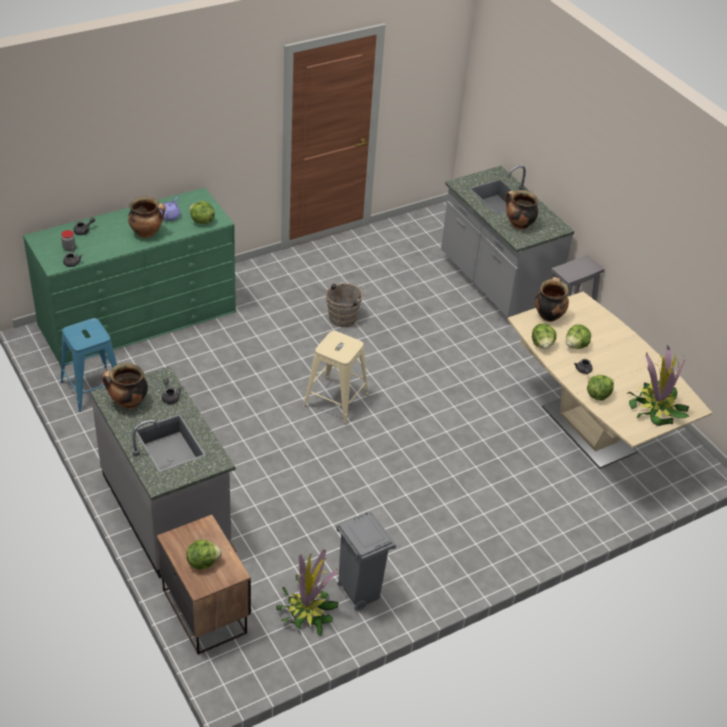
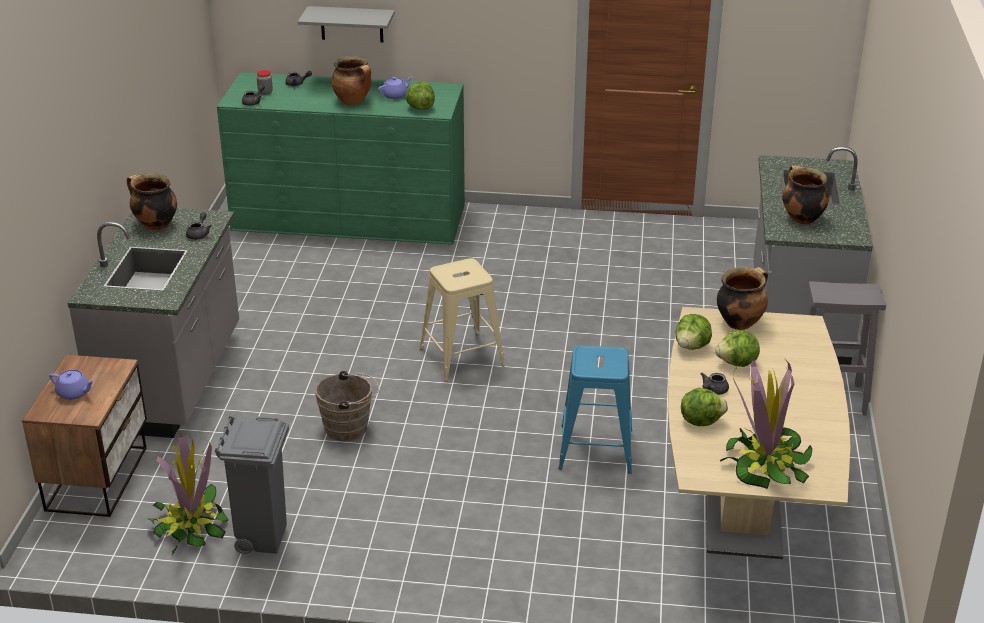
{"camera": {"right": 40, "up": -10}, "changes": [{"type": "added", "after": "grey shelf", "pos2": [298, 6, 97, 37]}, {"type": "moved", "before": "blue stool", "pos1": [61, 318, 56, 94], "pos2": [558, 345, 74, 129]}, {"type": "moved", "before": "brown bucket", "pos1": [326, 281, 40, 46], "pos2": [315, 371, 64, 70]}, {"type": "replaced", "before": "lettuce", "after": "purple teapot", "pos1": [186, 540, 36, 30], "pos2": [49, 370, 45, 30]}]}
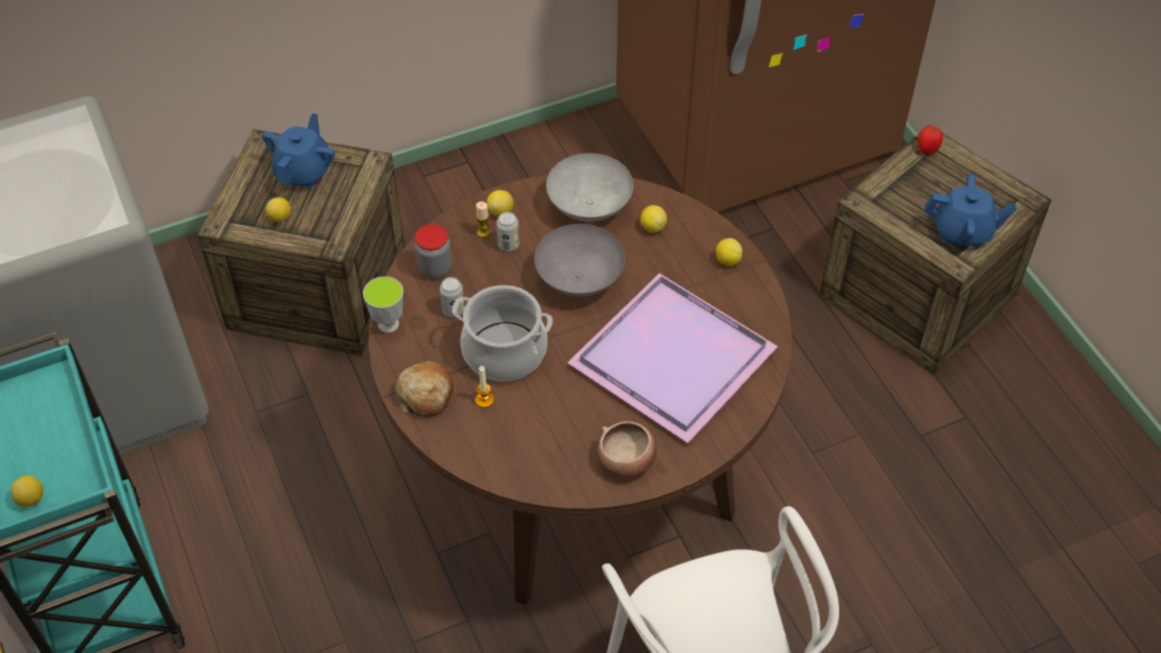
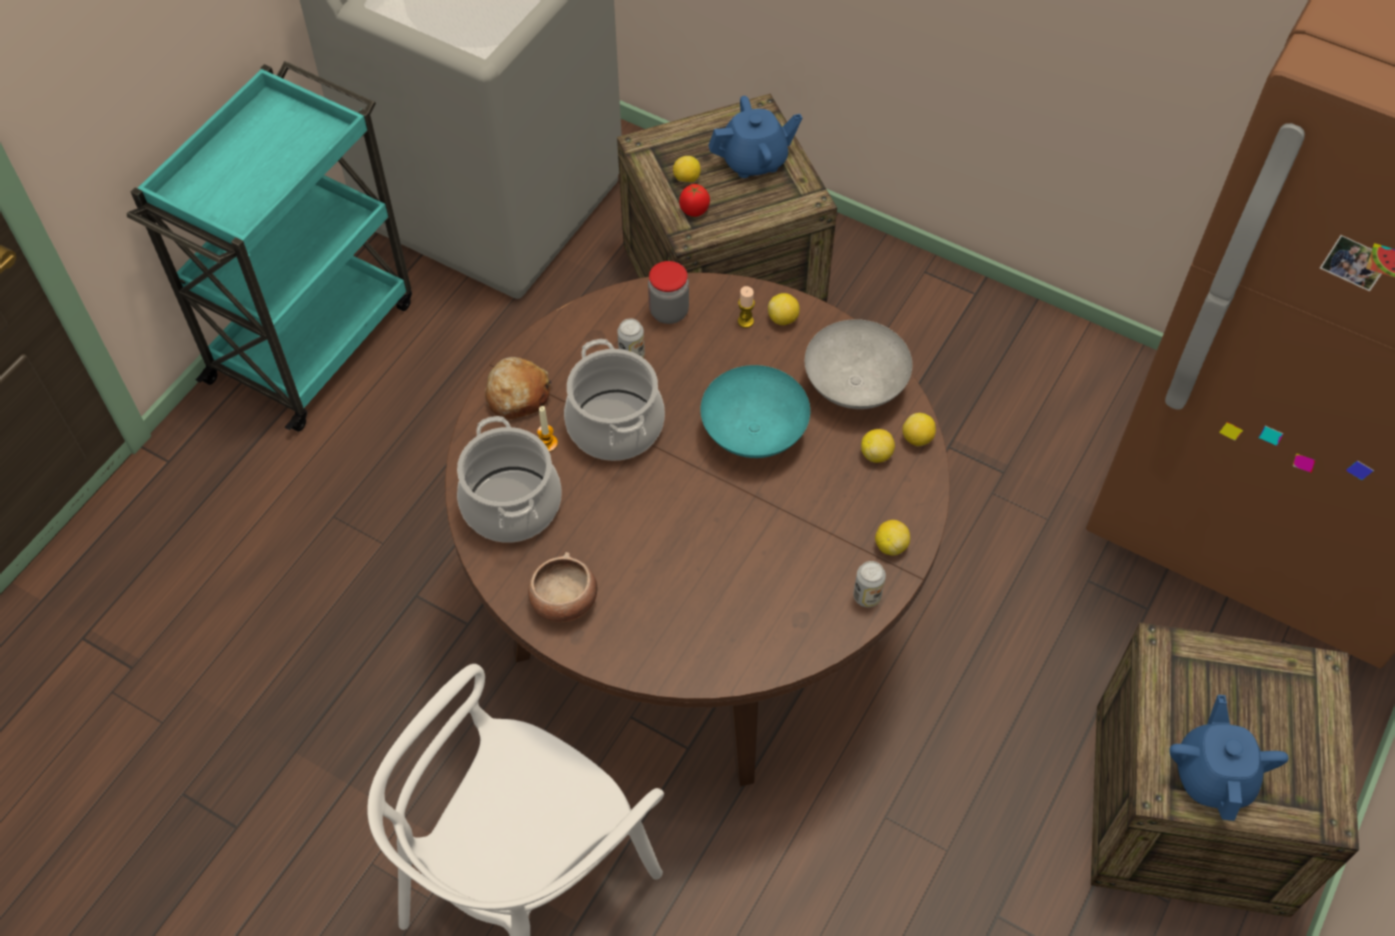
{"camera": {"right": 55, "up": 5}, "changes": [{"type": "removed", "before": "cup", "pos1": [363, 276, 40, 57]}, {"type": "removed", "before": "purple tray", "pos1": [567, 273, 211, 170]}, {"type": "added", "after": "cooking pot", "pos2": [457, 416, 105, 127]}, {"type": "moved", "before": "lemon", "pos1": [11, 475, 32, 32], "pos2": [902, 413, 34, 33]}, {"type": "moved", "before": "can", "pos1": [496, 212, 23, 40], "pos2": [853, 561, 33, 46]}, {"type": "moved", "before": "tomato", "pos1": [918, 126, 25, 28], "pos2": [679, 184, 31, 33]}, {"type": "recoloured", "before": "grey bowl", "after": "turquoise bowl", "pos1": [534, 224, 91, 73], "pos2": [701, 365, 109, 93]}, {"type": "turned", "before": "blue teapot", "pos1": [924, 173, 93, 74], "pos2": [1169, 695, 120, 126], "turn": -150}]}
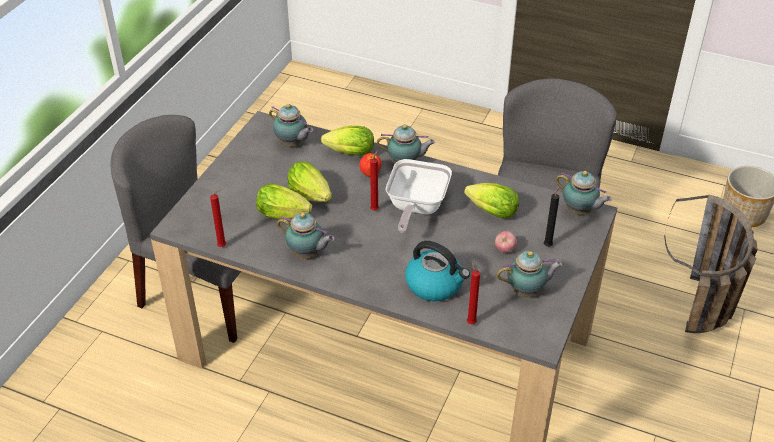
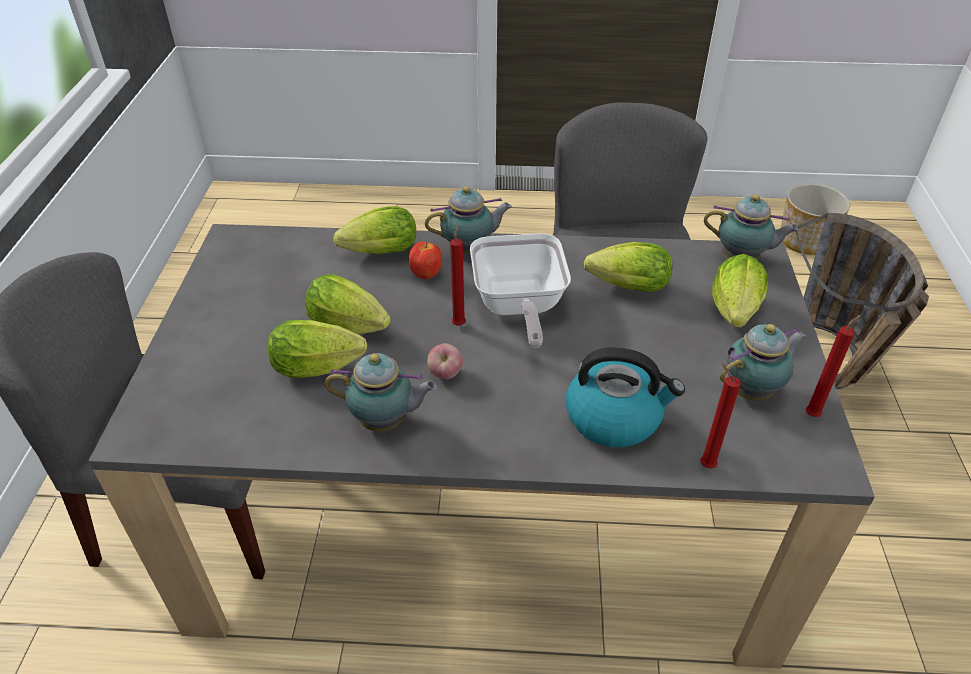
{"camera": {"right": -20, "up": 0}, "changes": [{"type": "removed", "before": "teapot", "pos1": [269, 104, 44, 42]}, {"type": "moved", "before": "red candle", "pos1": [210, 189, 16, 58], "pos2": [806, 315, 55, 102]}, {"type": "moved", "before": "apple", "pos1": [495, 231, 22, 22], "pos2": [427, 343, 36, 36]}, {"type": "replaced", "before": "black candle", "after": "lettuce", "pos1": [544, 186, 16, 61], "pos2": [712, 254, 56, 74]}]}
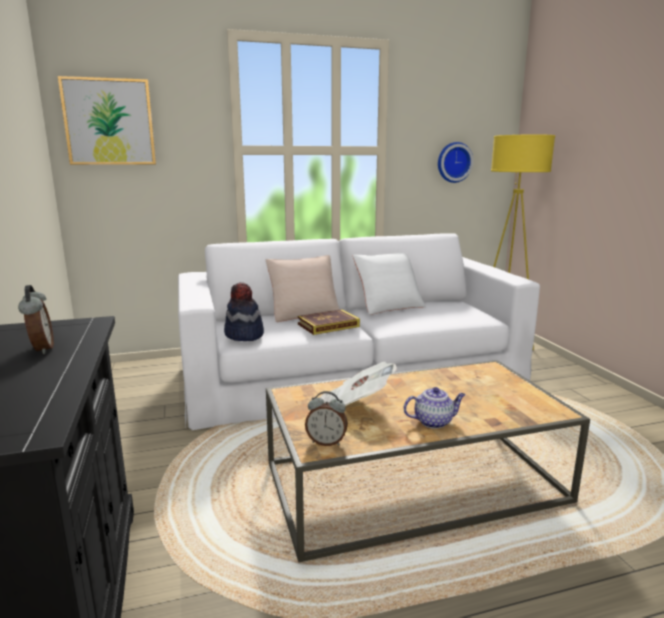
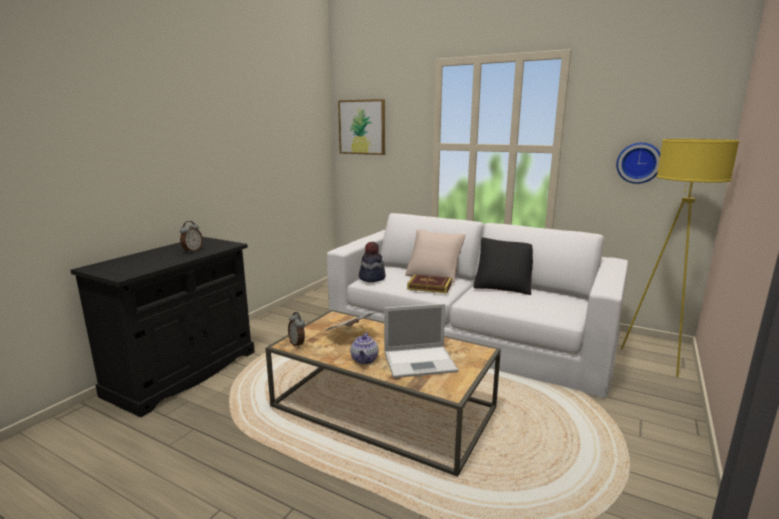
{"camera": {"right": 45, "up": 0}, "changes": [{"type": "added", "after": "laptop", "pos2": [384, 304, 74, 74]}, {"type": "recoloured", "before": "white pillow", "after": "black pillow", "pos1": [353, 253, 73, 62], "pos2": [473, 237, 60, 58]}, {"type": "turned", "before": "teapot", "pos1": [403, 387, 62, 42], "pos2": [350, 332, 29, 32], "turn": 60}]}
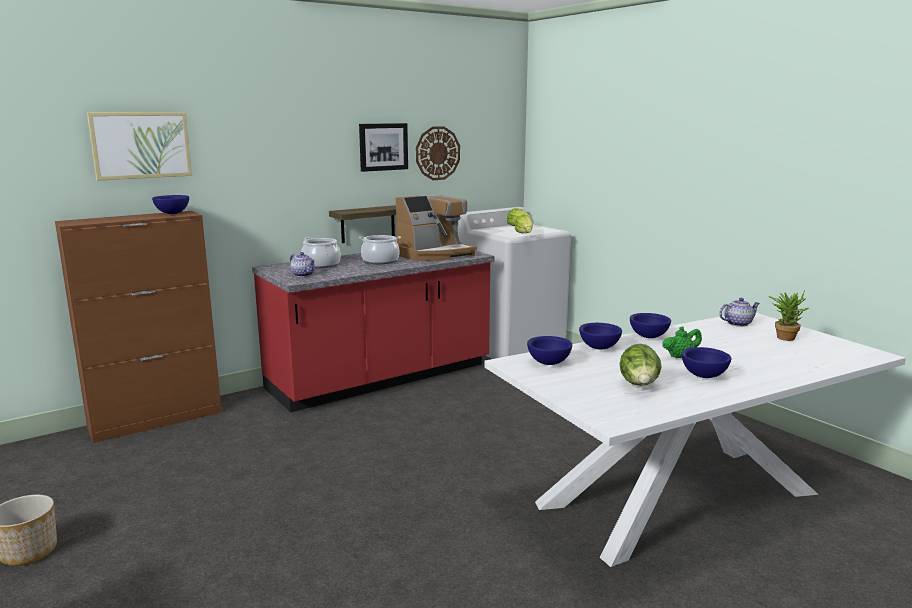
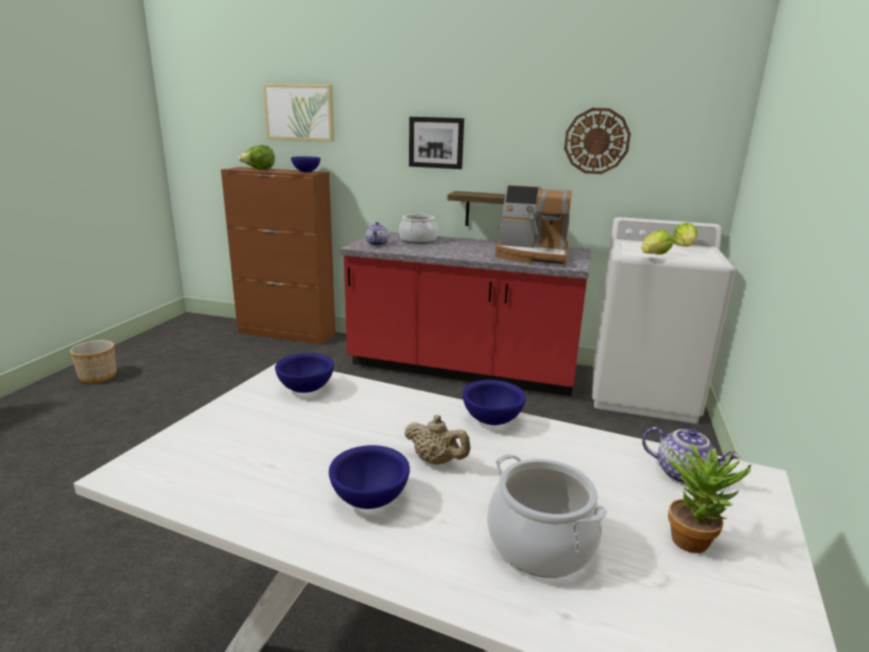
{"camera": {"right": 50, "up": 5}, "changes": [{"type": "removed", "before": "blue bowl", "pos1": [579, 323, 43, 27]}, {"type": "moved", "before": "picture", "pos1": [359, 123, 49, 49], "pos2": [409, 117, 55, 52]}, {"type": "moved", "before": "cooking pot", "pos1": [359, 235, 42, 29], "pos2": [487, 454, 120, 124]}, {"type": "moved", "before": "lettuce", "pos1": [620, 343, 42, 43], "pos2": [238, 145, 37, 25]}, {"type": "recoloured", "before": "green teapot", "after": "beige teapot", "pos1": [662, 327, 40, 31], "pos2": [404, 415, 66, 50]}]}
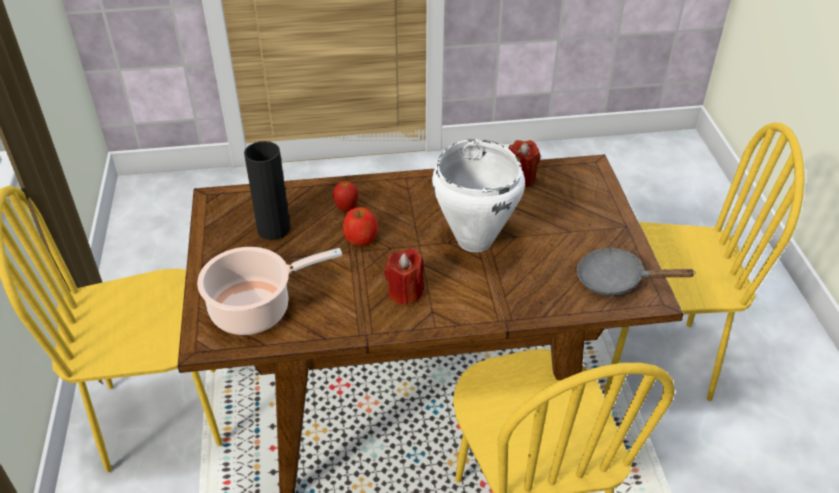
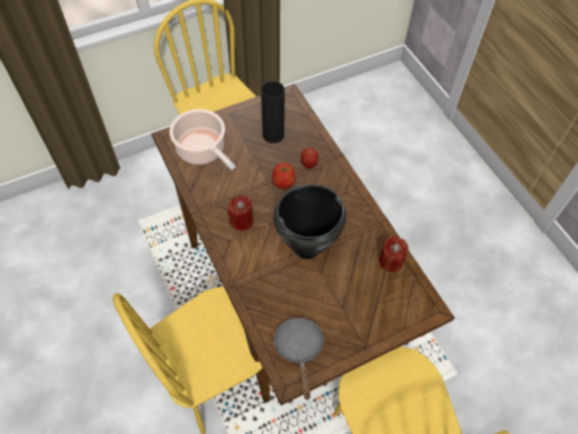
{"camera": {"right": 70, "up": 15}, "changes": [{"type": "recoloured", "before": "white cooking pot", "after": "black cooking pot", "pos1": [432, 139, 93, 113], "pos2": [274, 184, 72, 75]}]}
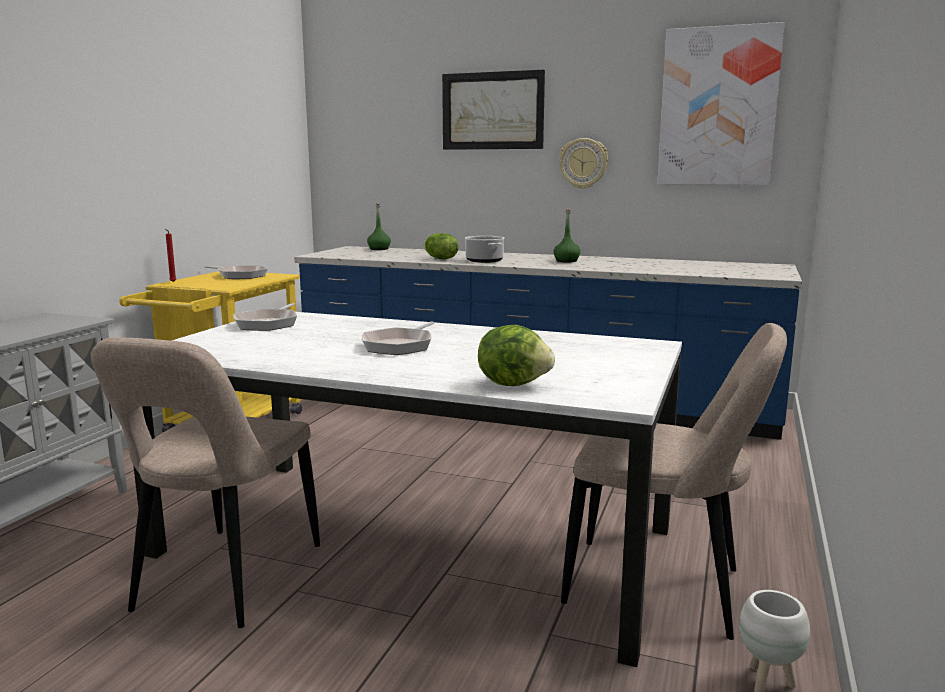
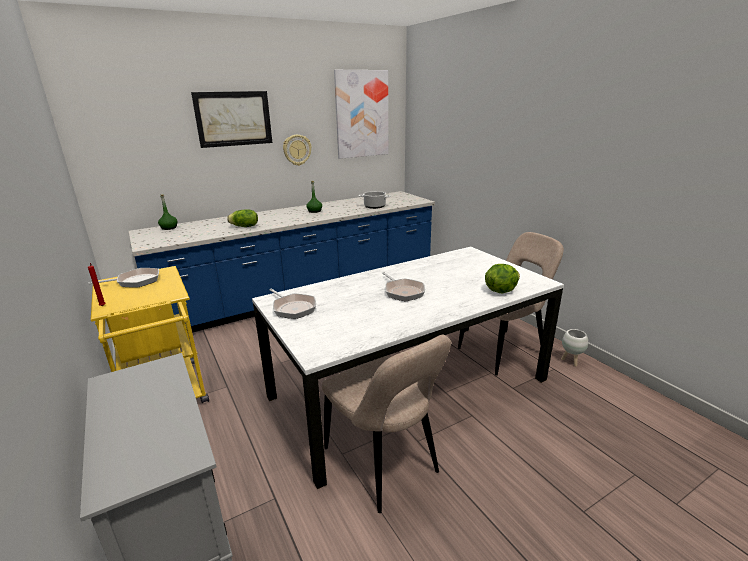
{"camera": {"right": -50, "up": 10}, "changes": [{"type": "moved", "before": "cooking pot", "pos1": [465, 236, 40, 27], "pos2": [359, 191, 32, 18]}]}
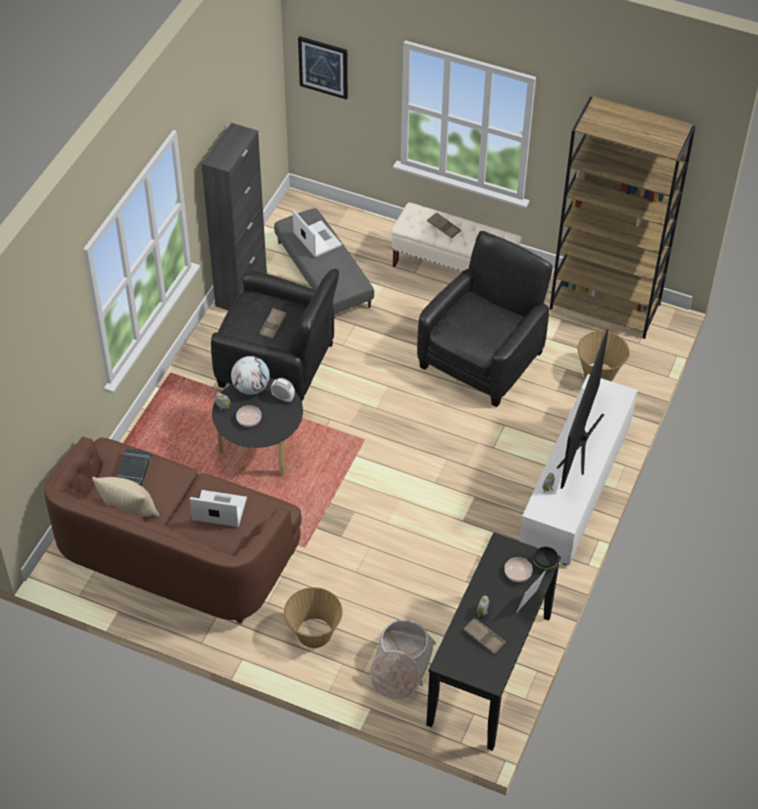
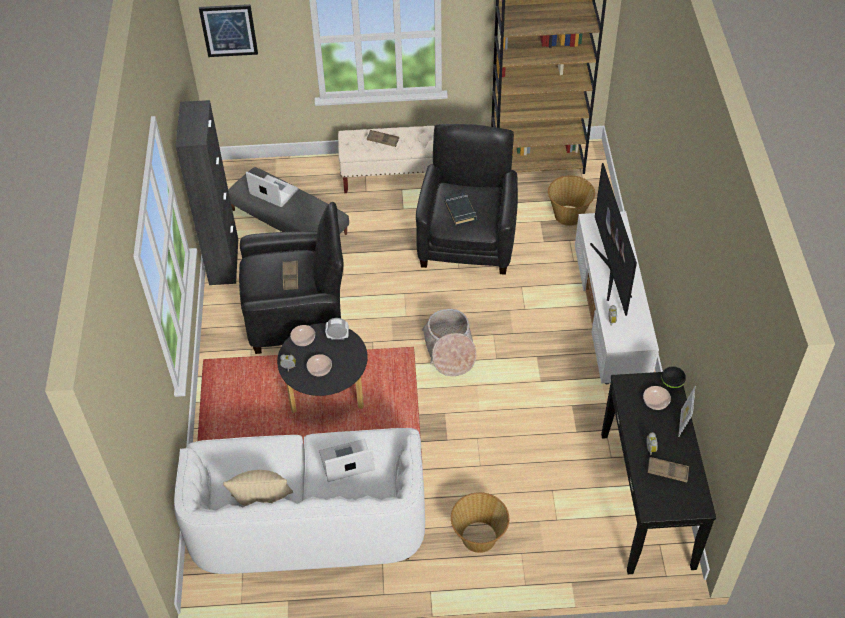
{"camera": {"right": -25, "up": 0}, "changes": [{"type": "moved", "before": "black book", "pos1": [117, 449, 34, 37], "pos2": [444, 192, 33, 34]}, {"type": "moved", "before": "basket", "pos1": [370, 620, 66, 79], "pos2": [422, 309, 54, 67]}, {"type": "replaced", "before": "globe", "after": "bowl", "pos1": [231, 356, 39, 39], "pos2": [290, 325, 25, 21]}, {"type": "recoloured", "before": "brown sofa", "after": "white sofa", "pos1": [44, 437, 258, 187], "pos2": [174, 428, 251, 146]}]}
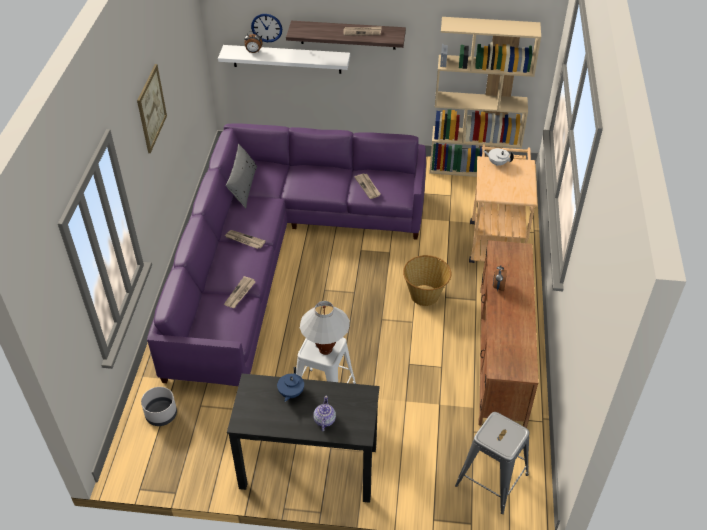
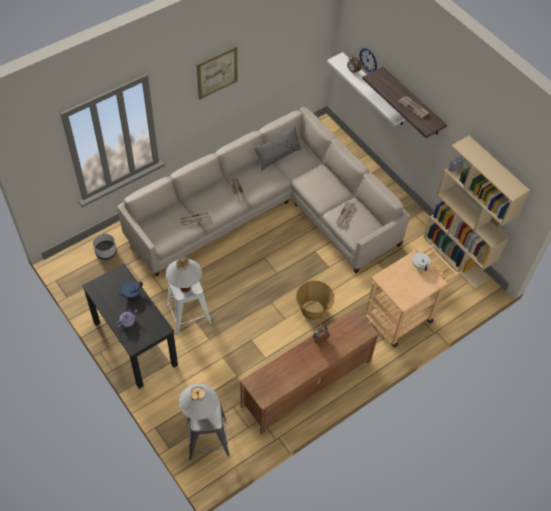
{"camera": {"right": 45, "up": 10}, "changes": [{"type": "added", "after": "white table lamp", "pos2": [178, 383, 41, 37]}, {"type": "recoloured", "before": "purple sofa", "after": "beige sofa", "pos1": [147, 123, 279, 263], "pos2": [117, 107, 293, 169]}]}
